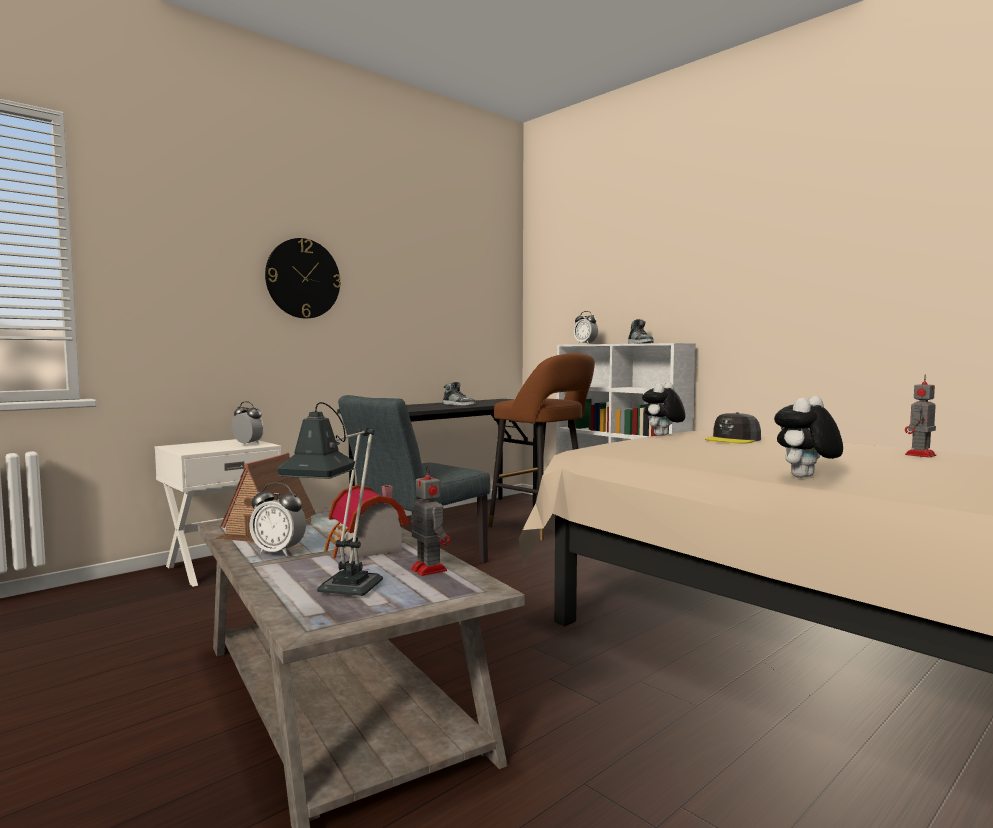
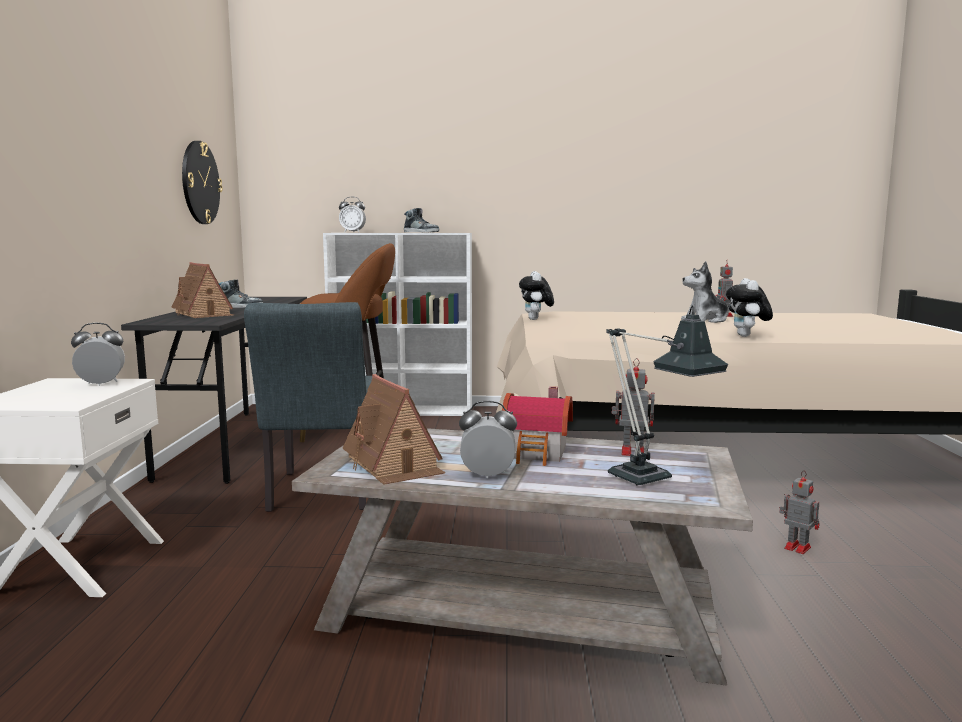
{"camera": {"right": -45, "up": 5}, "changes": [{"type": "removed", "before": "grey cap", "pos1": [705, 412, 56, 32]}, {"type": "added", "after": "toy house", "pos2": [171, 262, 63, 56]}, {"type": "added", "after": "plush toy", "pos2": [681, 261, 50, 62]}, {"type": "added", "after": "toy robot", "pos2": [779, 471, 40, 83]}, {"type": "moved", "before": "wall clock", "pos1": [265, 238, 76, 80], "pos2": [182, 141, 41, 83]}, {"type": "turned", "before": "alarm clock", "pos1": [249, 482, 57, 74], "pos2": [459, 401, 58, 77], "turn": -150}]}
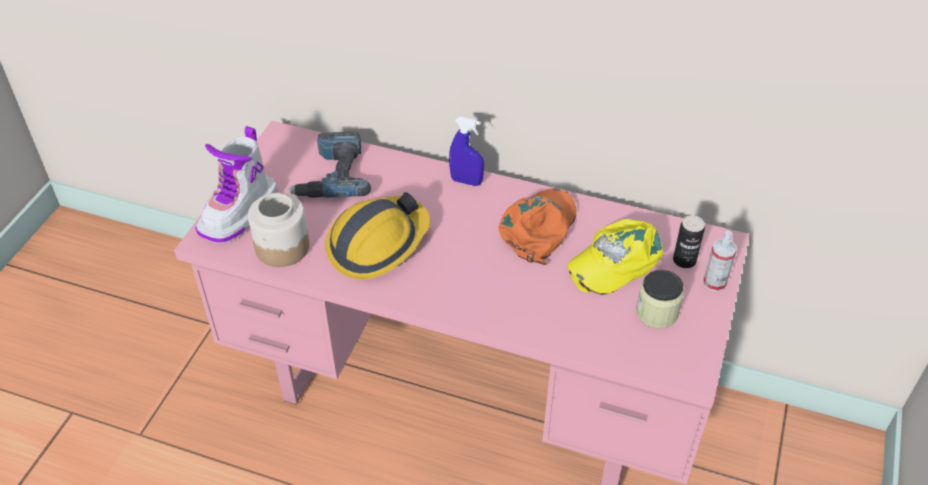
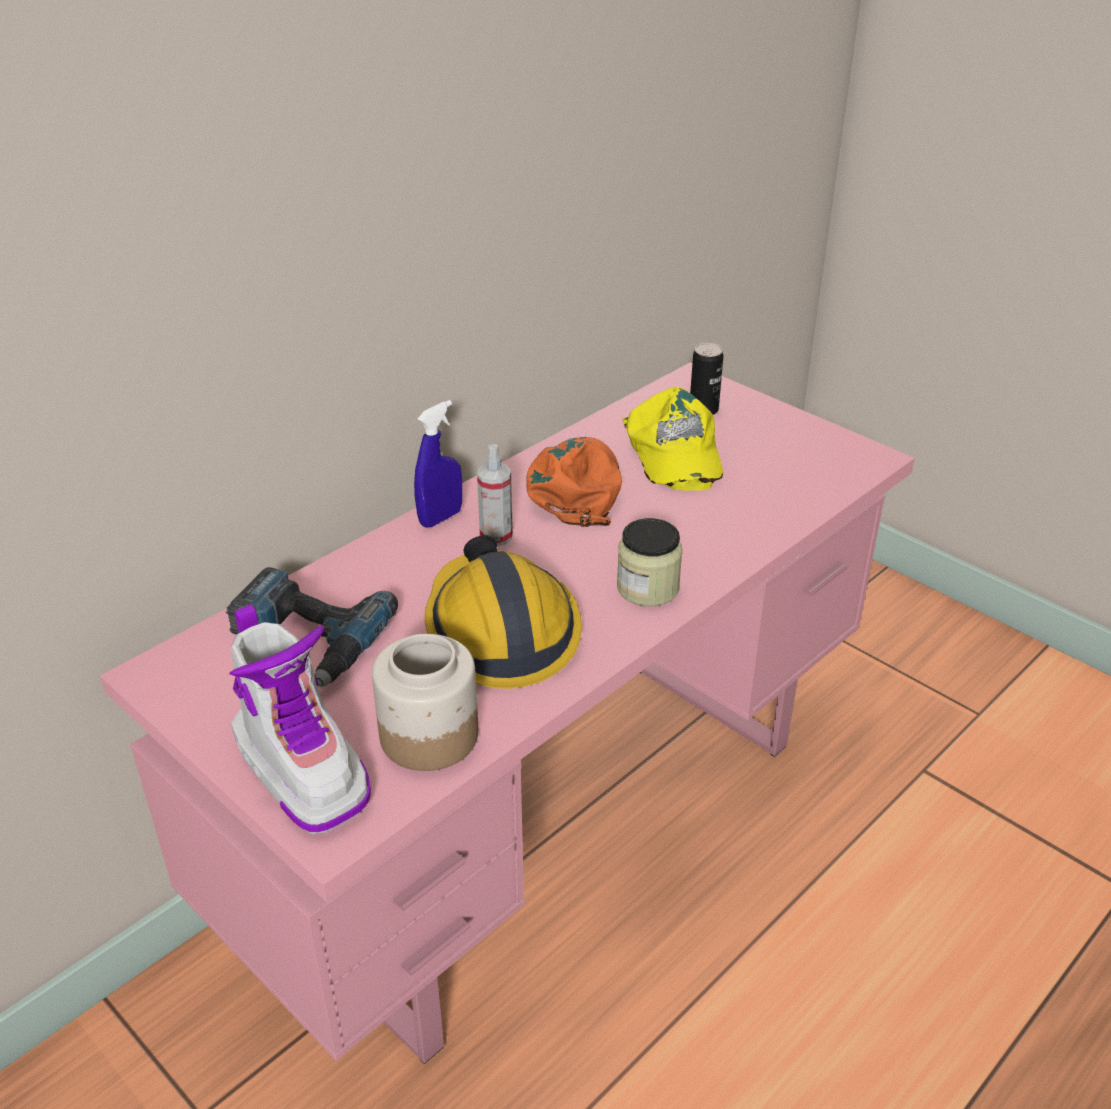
{"camera": {"right": -65, "up": -10}, "changes": [{"type": "moved", "before": "jar", "pos1": [636, 270, 48, 58], "pos2": [617, 518, 66, 88]}, {"type": "moved", "before": "spray bottle", "pos1": [703, 230, 34, 62], "pos2": [477, 444, 36, 102]}, {"type": "turned", "before": "orange cap", "pos1": [499, 189, 77, 76], "pos2": [526, 437, 96, 90], "turn": 45}]}
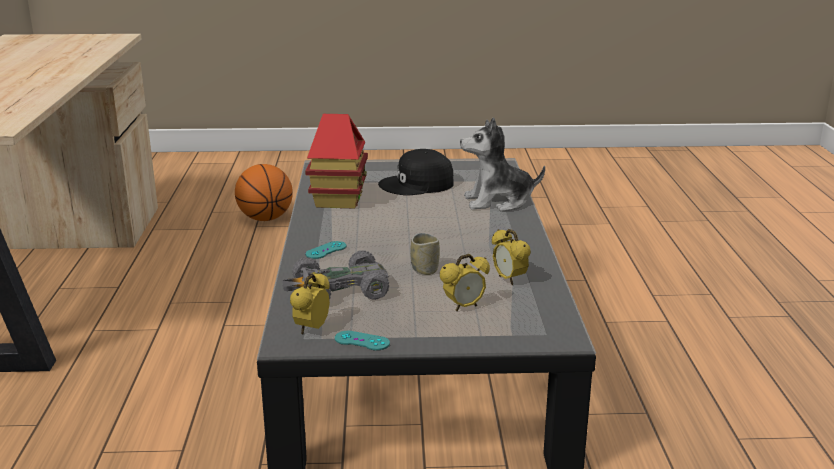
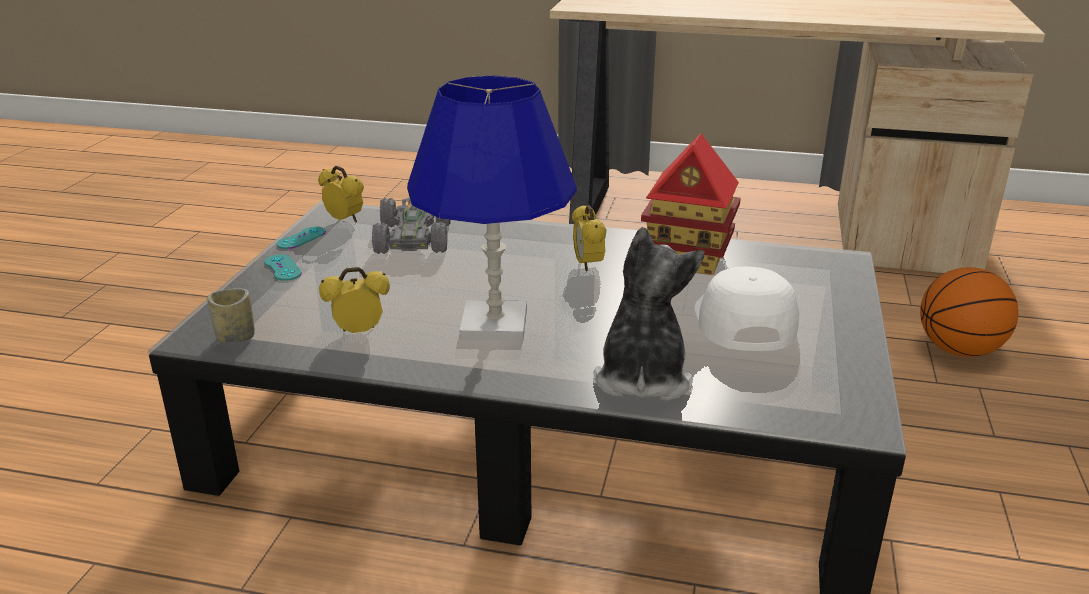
{"camera": {"right": 105, "up": 5}, "changes": [{"type": "added", "after": "blue table lamp", "pos2": [407, 75, 170, 265]}, {"type": "moved", "before": "turquoise game controller", "pos1": [305, 241, 41, 18], "pos2": [264, 254, 38, 27]}, {"type": "moved", "before": "cup", "pos1": [410, 233, 30, 42], "pos2": [207, 288, 48, 55]}, {"type": "moved", "before": "alarm clock", "pos1": [440, 254, 50, 57], "pos2": [572, 205, 34, 67]}, {"type": "recoloured", "before": "black cap", "after": "white cap", "pos1": [378, 149, 76, 46], "pos2": [694, 267, 105, 84]}]}
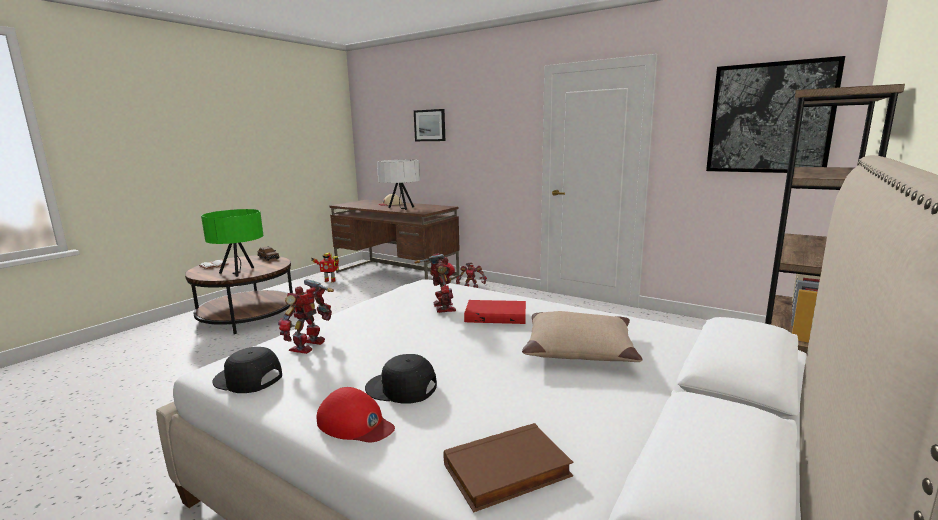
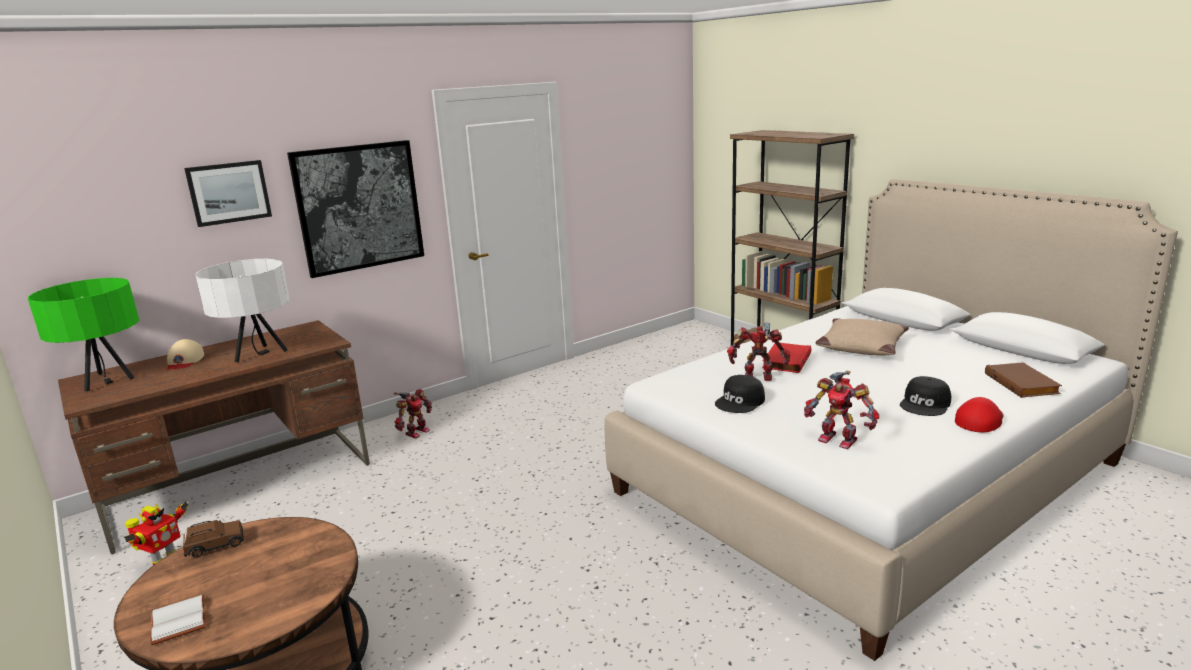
{"camera": {"right": -70, "up": 5}, "changes": [{"type": "moved", "before": "green table lamp", "pos1": [201, 209, 62, 68], "pos2": [28, 278, 111, 113]}, {"type": "moved", "before": "black cap", "pos1": [213, 347, 69, 46], "pos2": [715, 375, 50, 38]}, {"type": "moved", "before": "picture", "pos1": [706, 56, 139, 117], "pos2": [287, 140, 137, 138]}]}
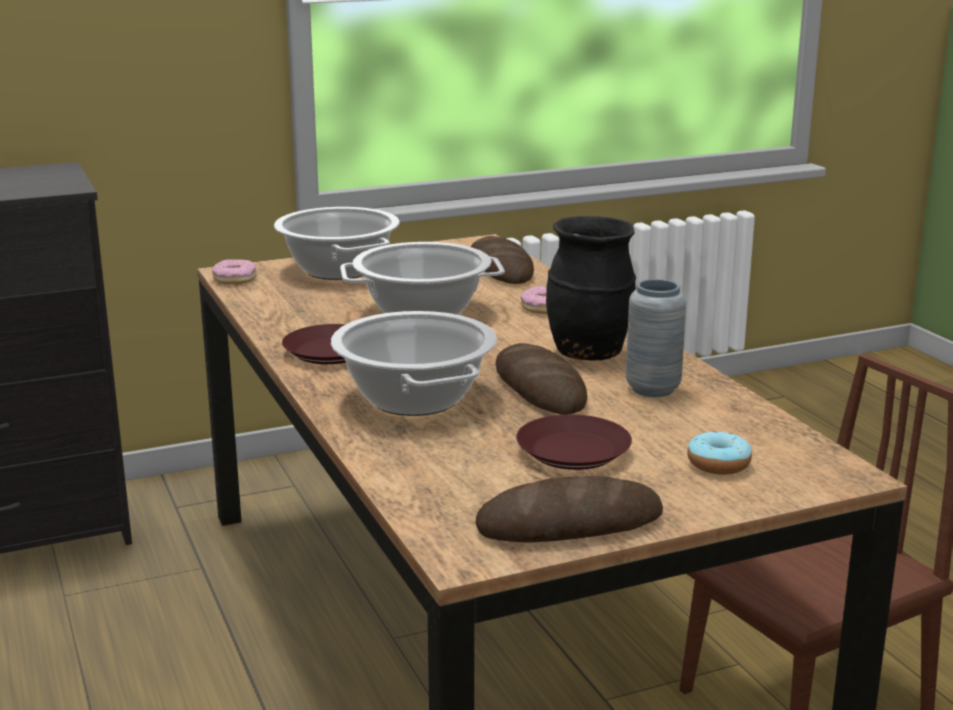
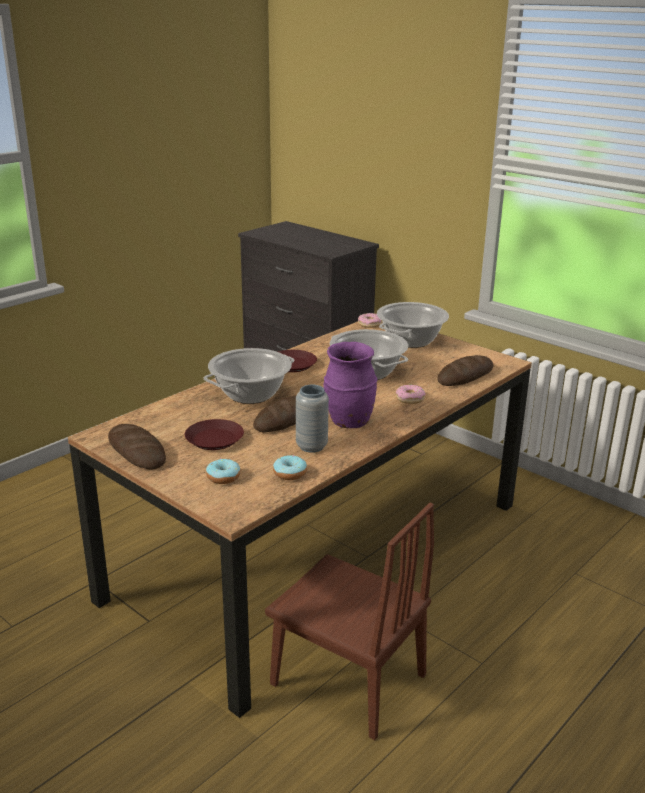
{"camera": {"right": 65, "up": 5}, "changes": [{"type": "added", "after": "donut", "pos2": [273, 455, 34, 25]}, {"type": "recoloured", "before": "black vase", "after": "purple vase", "pos1": [546, 216, 90, 144], "pos2": [323, 342, 55, 86]}]}
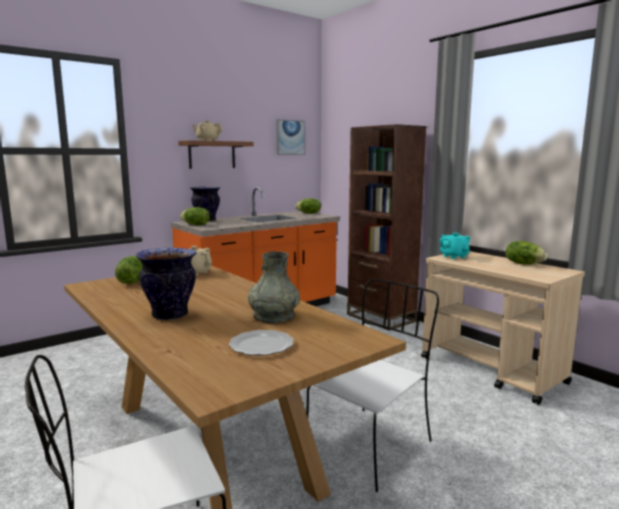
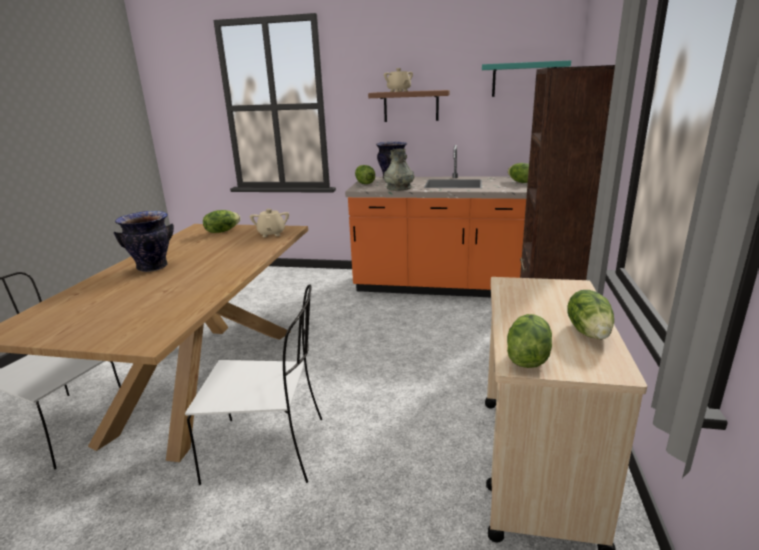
{"camera": {"right": 50, "up": 10}, "changes": [{"type": "removed", "before": "plate", "pos1": [229, 330, 65, 26]}, {"type": "removed", "before": "turquoise teapot", "pos1": [440, 233, 30, 26]}, {"type": "added", "after": "lettuce", "pos2": [507, 314, 45, 54]}, {"type": "moved", "before": "grey vase", "pos1": [248, 251, 52, 72], "pos2": [384, 149, 31, 42]}, {"type": "replaced", "before": "picture", "after": "turquoise shelf", "pos1": [276, 119, 29, 36], "pos2": [482, 60, 89, 37]}]}
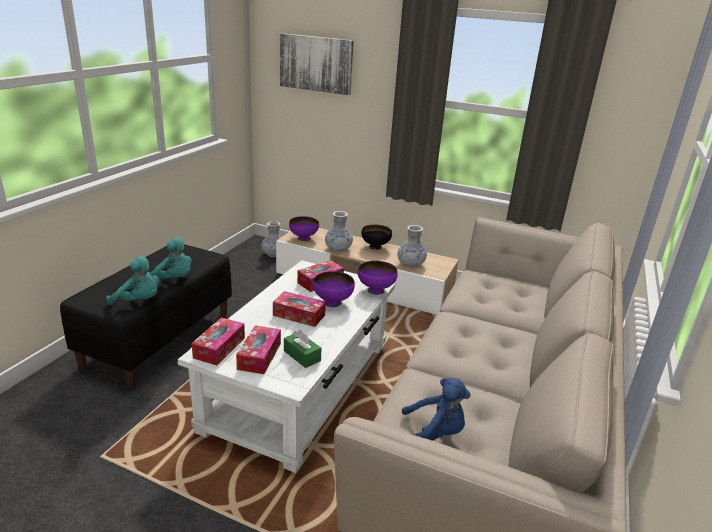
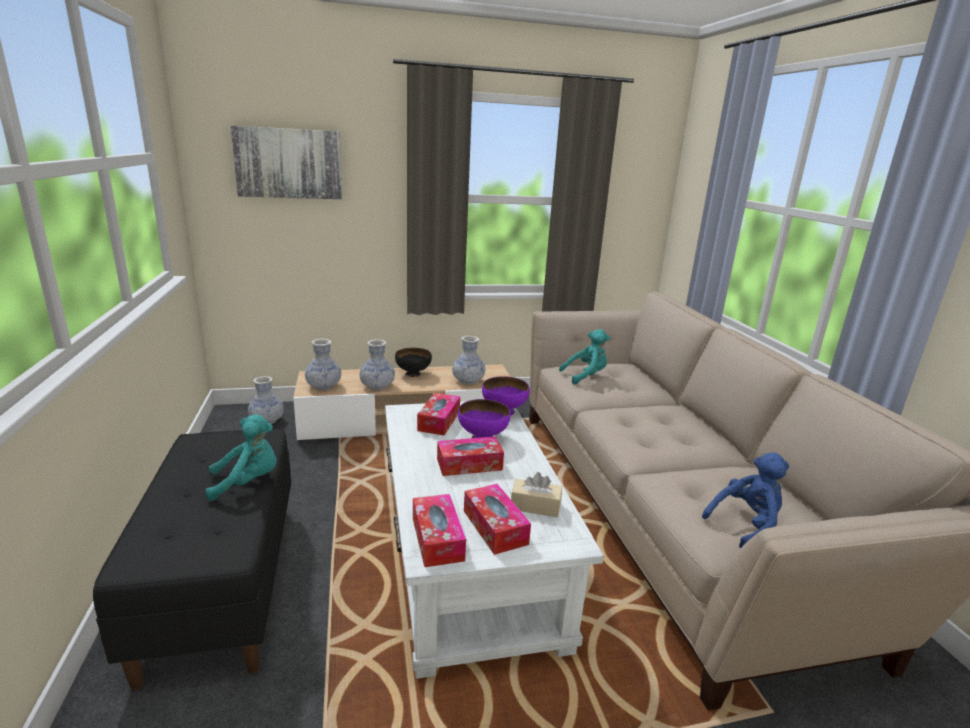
{"camera": {"right": -35, "up": -5}, "changes": [{"type": "moved", "before": "turquoise plush toy", "pos1": [106, 256, 54, 49], "pos2": [559, 329, 51, 56]}, {"type": "replaced", "before": "purple bowl", "after": "vase", "pos1": [289, 216, 30, 25], "pos2": [305, 339, 36, 51]}, {"type": "recoloured", "before": "green tissue box", "after": "beige tissue box", "pos1": [284, 330, 38, 38], "pos2": [511, 472, 51, 45]}]}
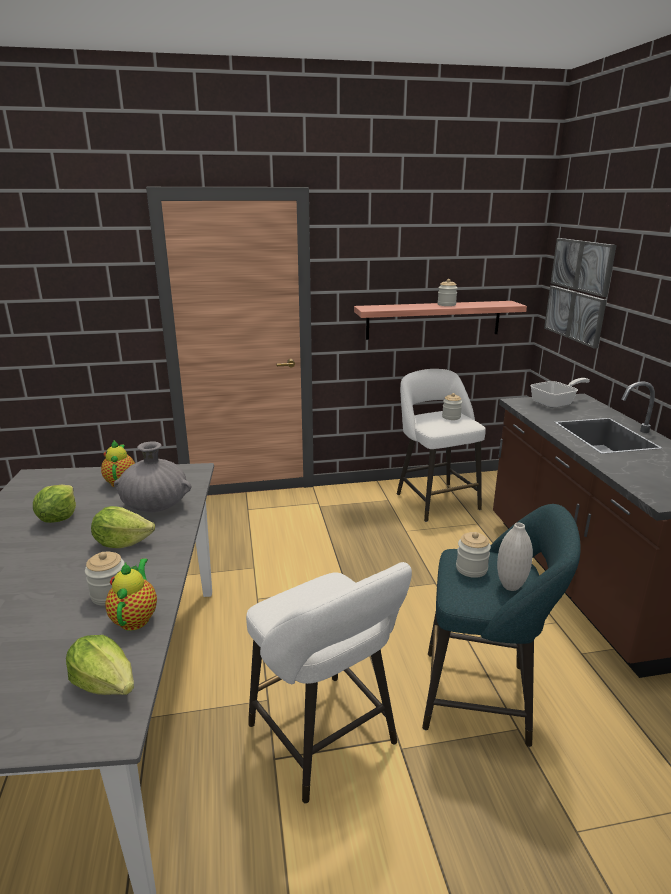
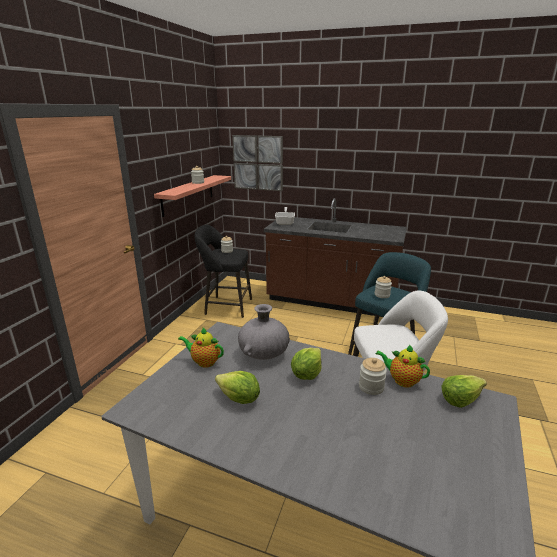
{"camera": {"right": -60, "up": 0}, "changes": [{"type": "removed", "before": "white vase", "pos1": [497, 523, 36, 68]}, {"type": "recoloured", "before": "white stool", "after": "black stool", "pos1": [397, 369, 89, 153], "pos2": [194, 225, 58, 93]}]}
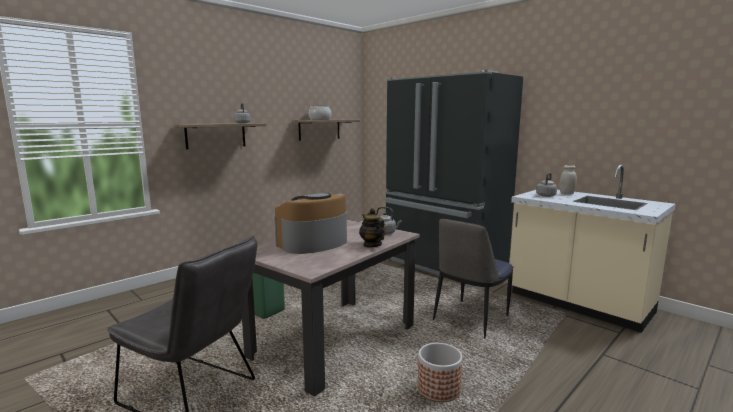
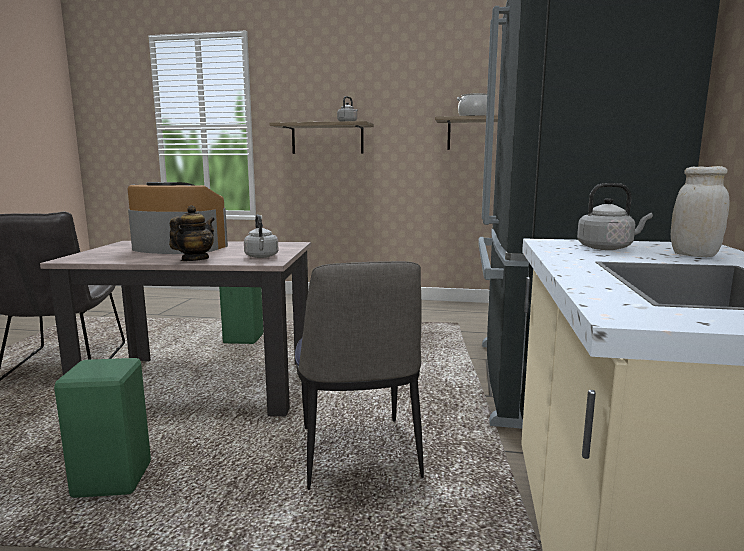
{"camera": {"right": 55, "up": 0}, "changes": [{"type": "replaced", "before": "planter", "after": "green stool", "pos1": [418, 343, 44, 59], "pos2": [54, 358, 97, 140]}, {"type": "turned", "before": "chair", "pos1": [433, 219, 80, 120], "pos2": [295, 261, 129, 229], "turn": -105}]}
